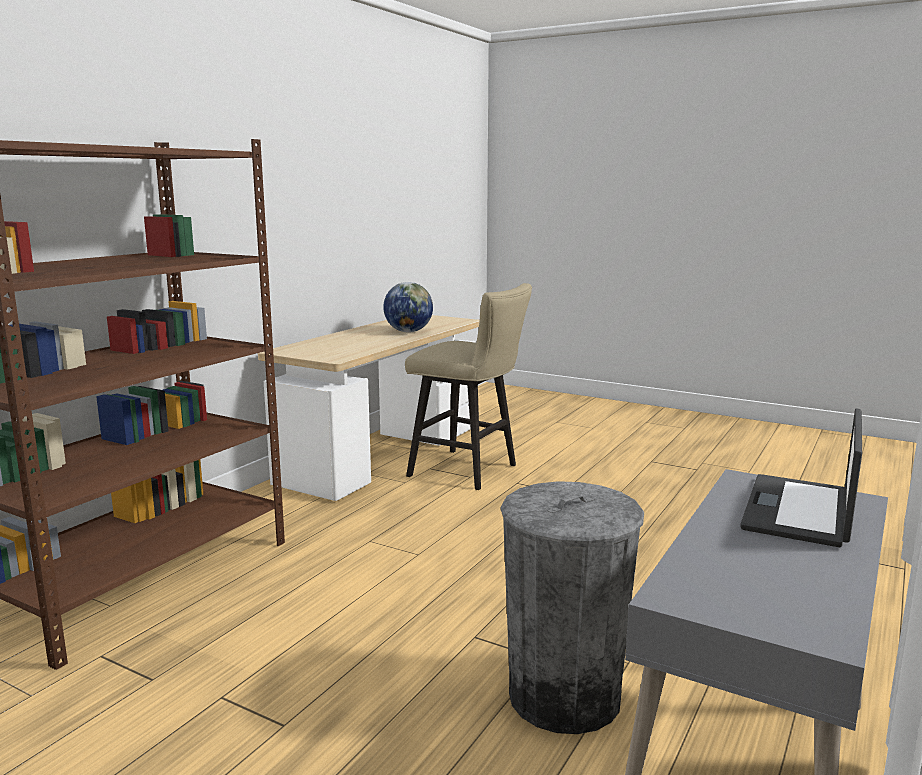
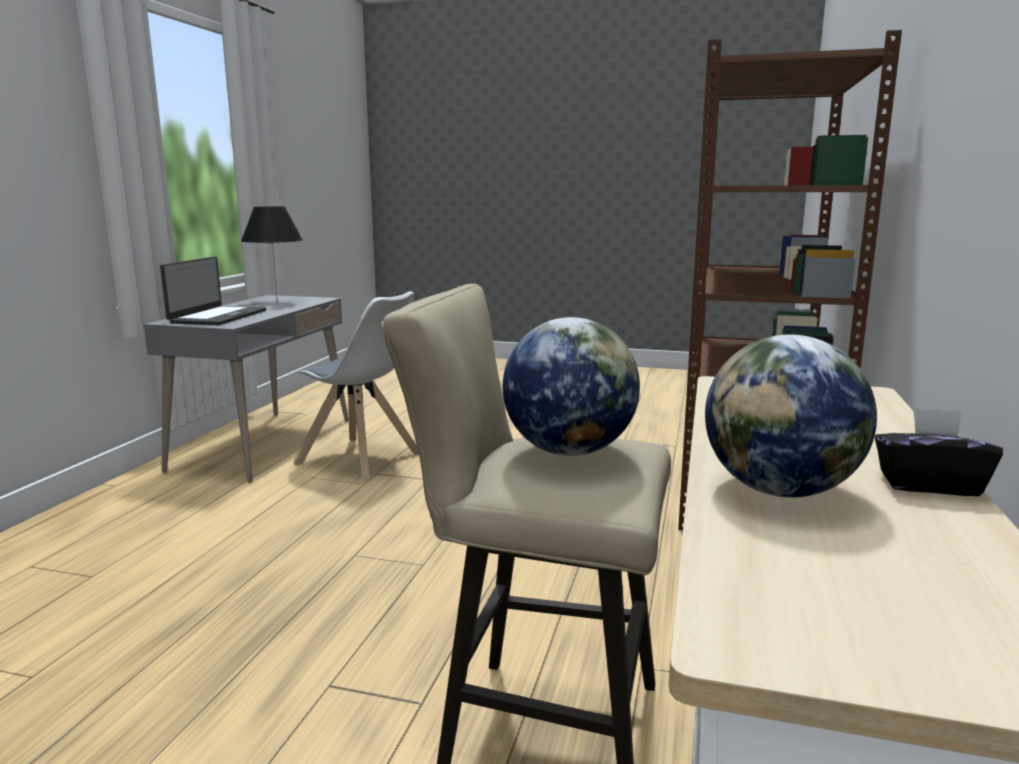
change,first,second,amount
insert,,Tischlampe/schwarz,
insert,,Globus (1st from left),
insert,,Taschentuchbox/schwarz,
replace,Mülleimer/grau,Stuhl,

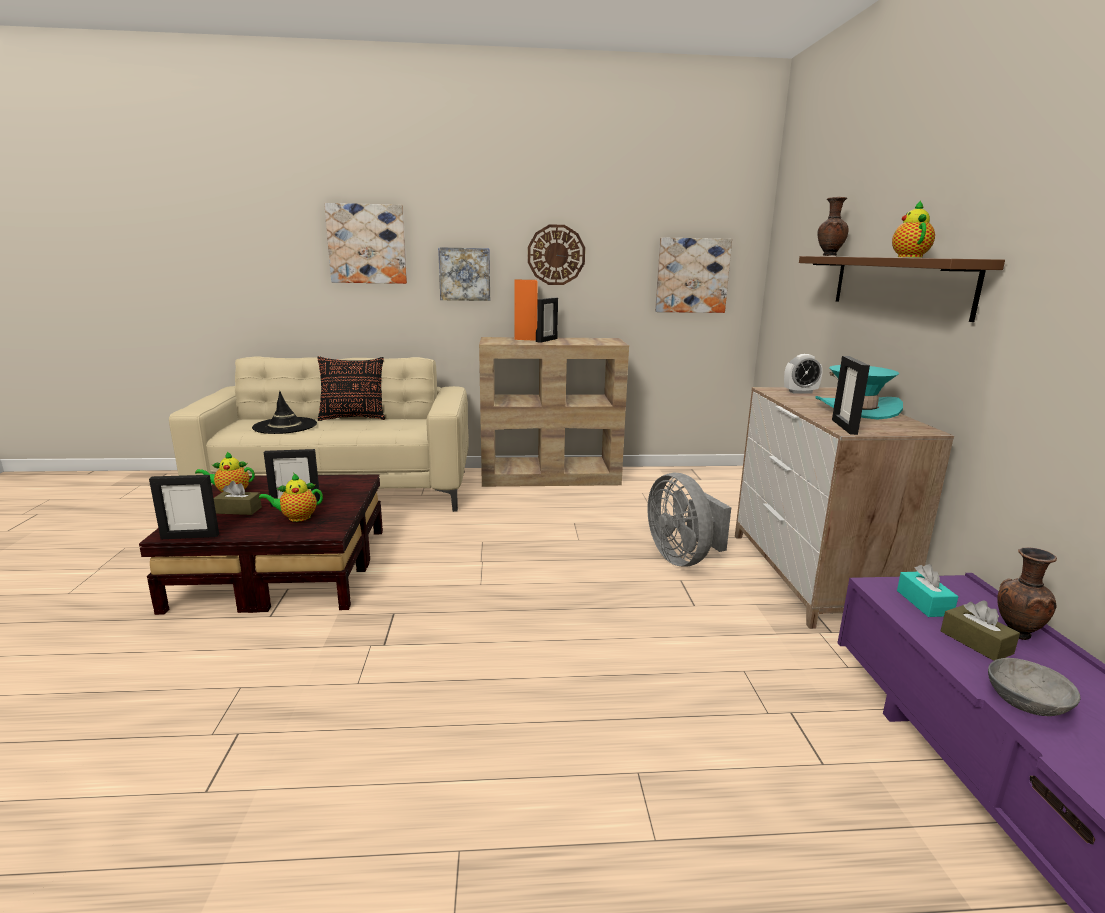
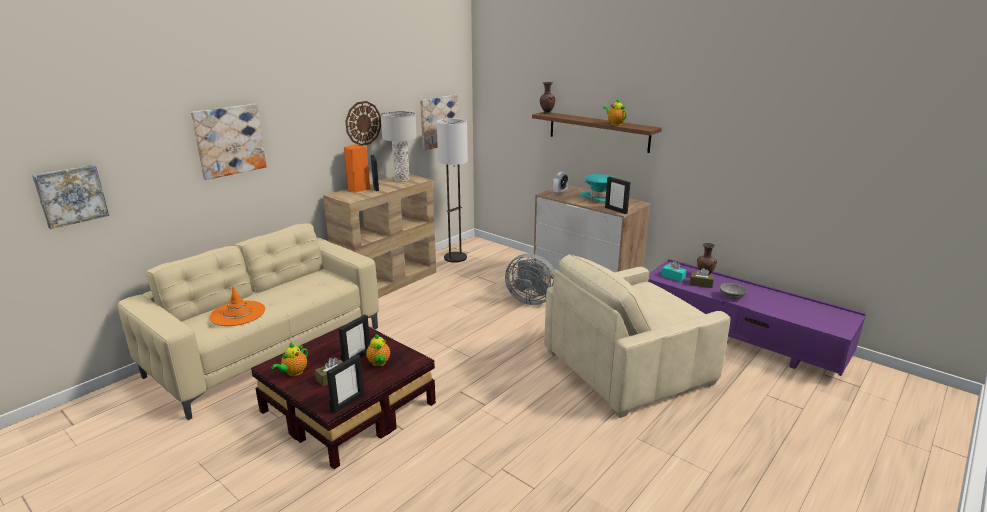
change,first,second,amount
delete,Kissen/schwarz,,
insert,,Tischlampe/weiß,
insert,,Stehlampe,
insert,,Sessel/beige,
move,Bild (2nd from left in the first image),Bild (1st from left),
recolor,Hut/schwarz,Hut/orange,
rotate,Teekanne (2nd from left),,45 degrees counterclockwise

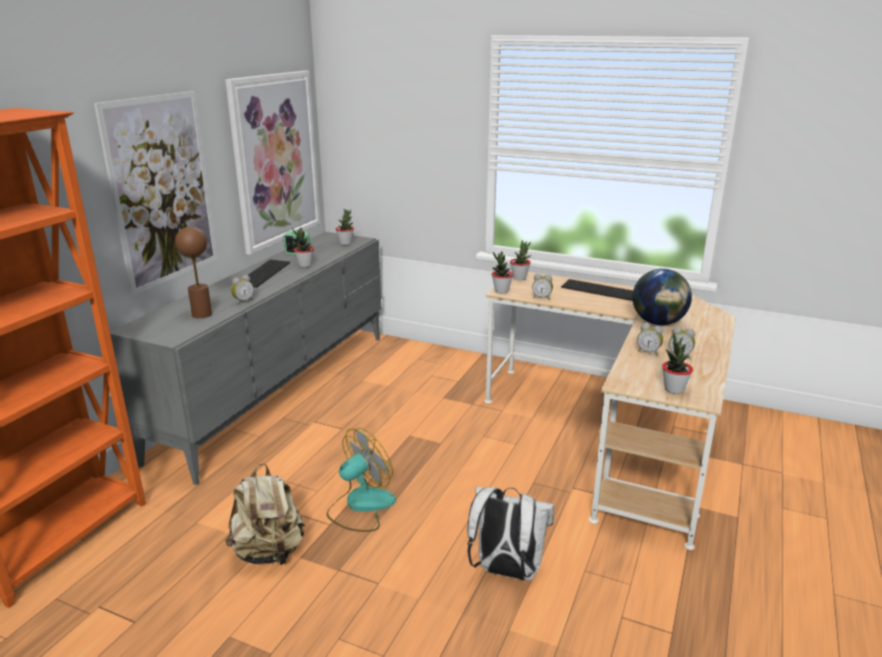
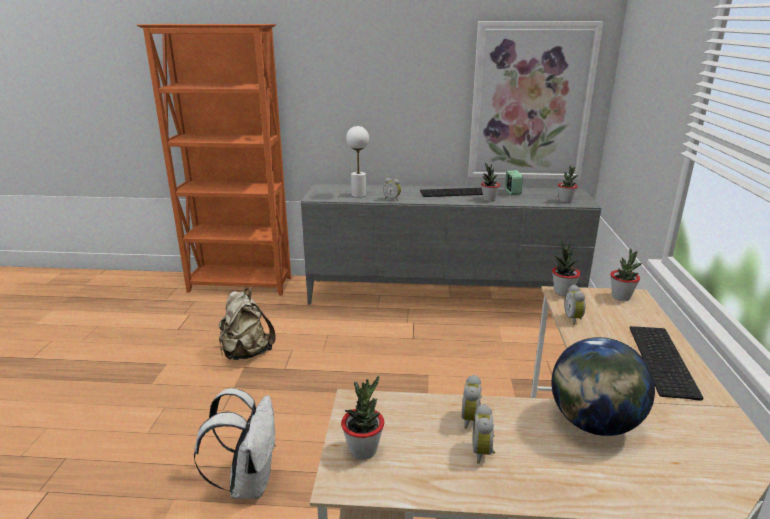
change,first,second,amount
delete,Bild (1st from left),,
delete,Ventilator,,
recolor,Tischlampe/braun,Tischlampe/weiß,

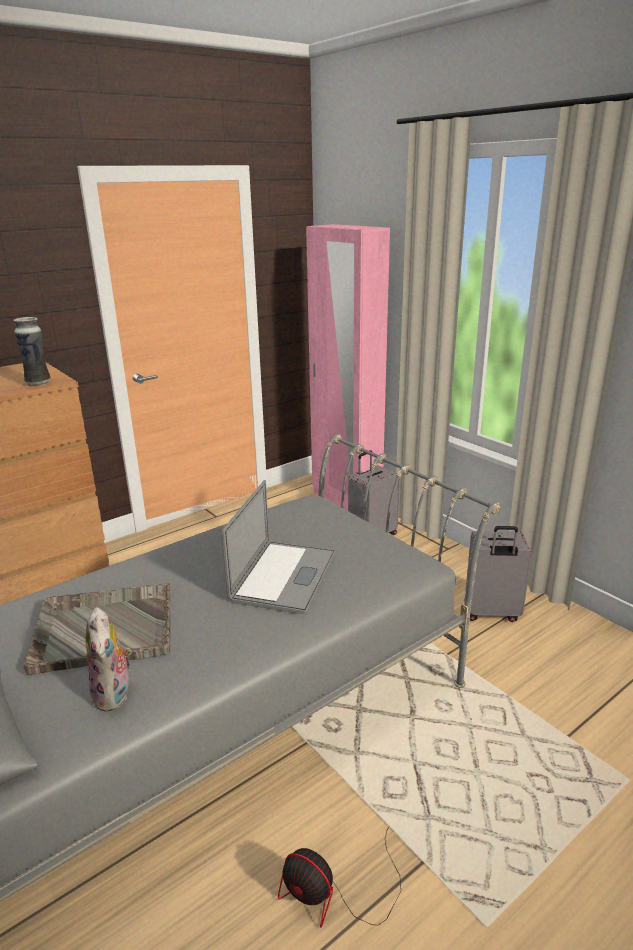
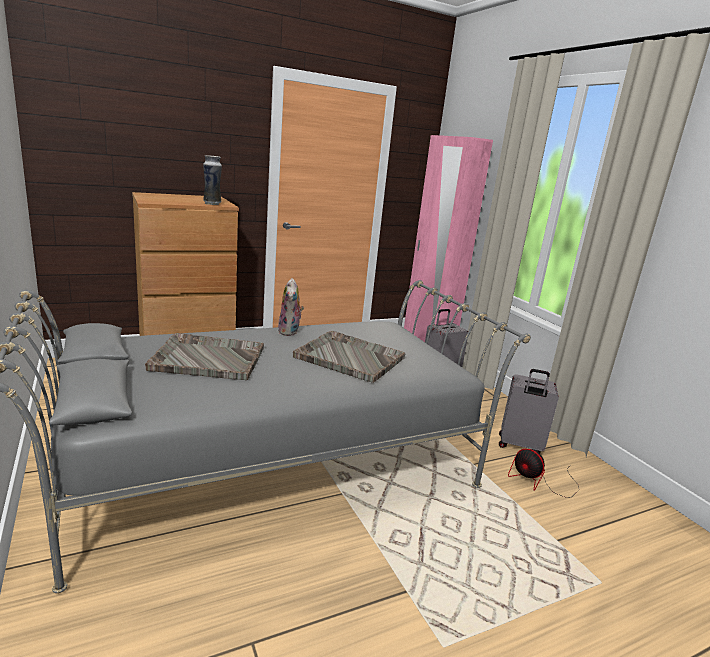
change,first,second,amount
move,Plüschtier,,
move,Ventilator,,
replace,Laptop,Tablett/grau (2nd from left),

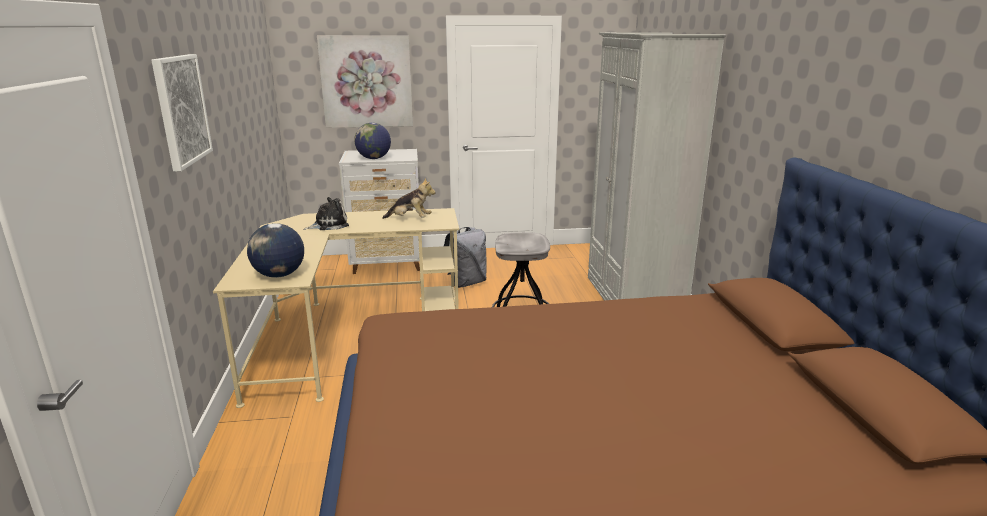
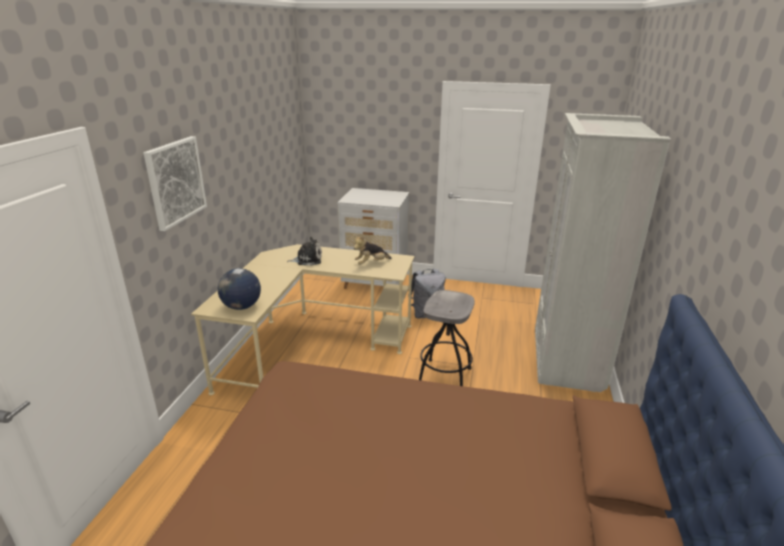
change,first,second,amount
delete,Bild (2nd from left),,
delete,Globus (2nd from left),,
rotate,Plüschtier (2nd from left),,120 degrees clockwise

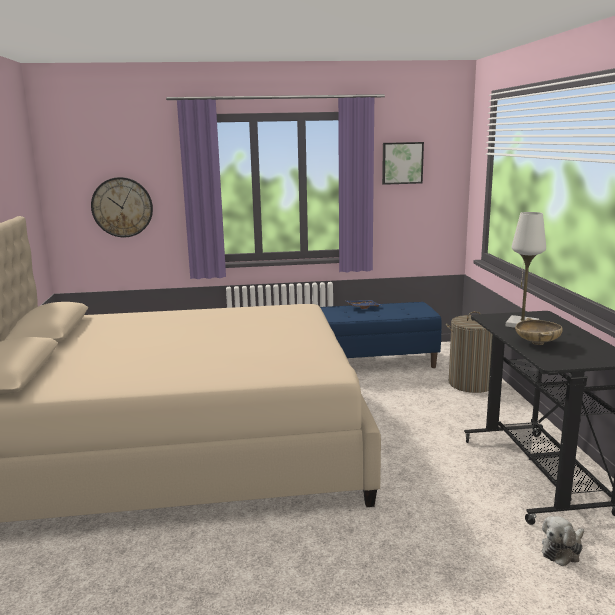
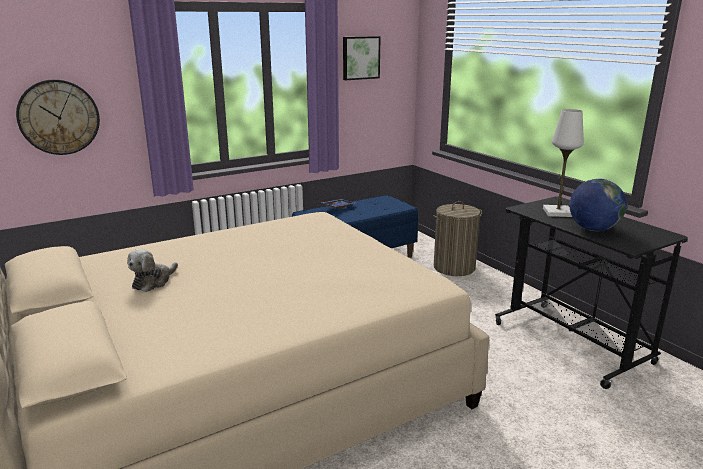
change,first,second,amount
move,Plüschtier,,
replace,Schüssel/beige,Globus,

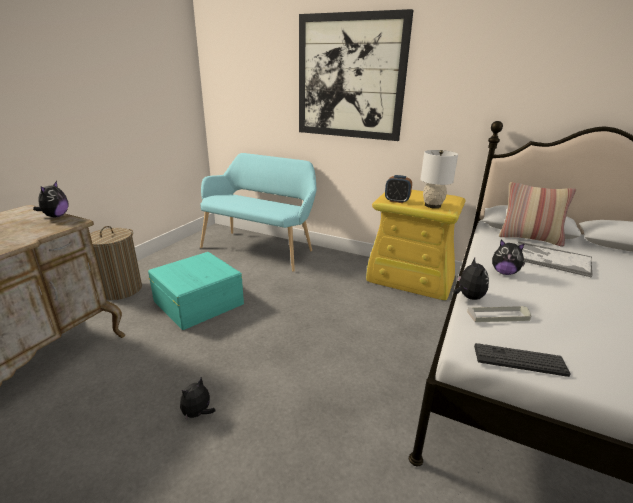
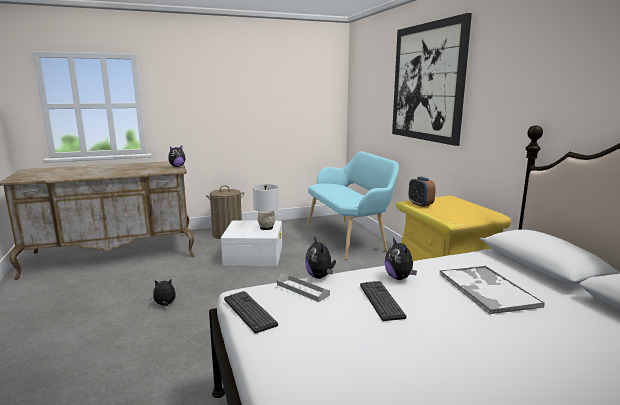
change,first,second,amount
delete,Kissen,,
insert,,Tastatur (2nd from left),
move,Tischlampe/weiß,,
recolor,Aufbewahrungsbox/türkis,Aufbewahrungsbox/weiß,
rotate,Plüschtier (3rd from left),,120 degrees clockwise

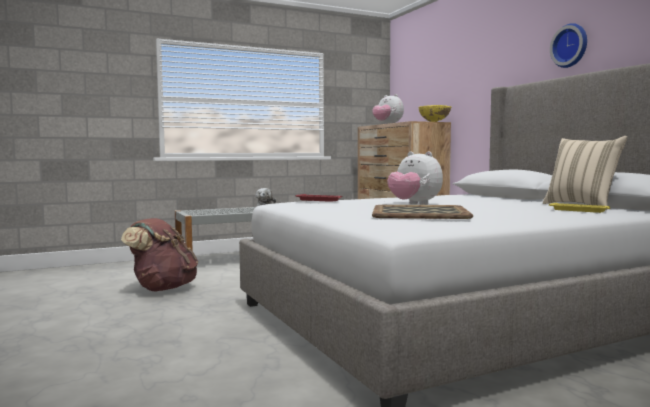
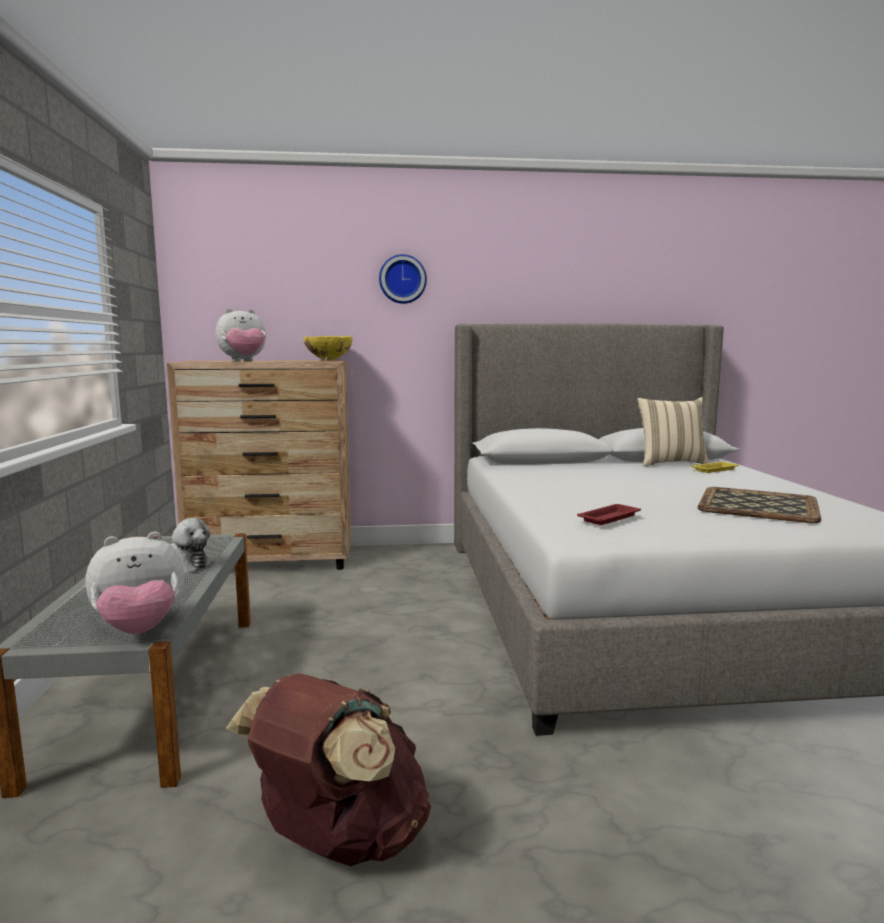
change,first,second,amount
move,Plüschtier (3rd from left in the first image),Plüschtier (1st from left),
move,Wanduhr,,

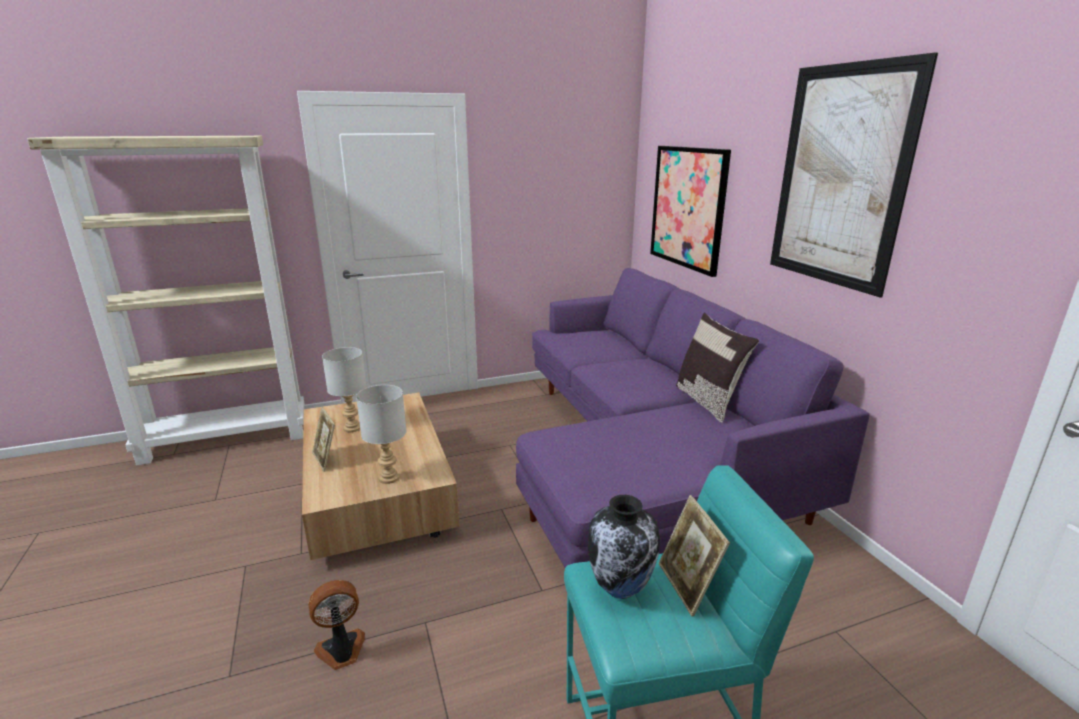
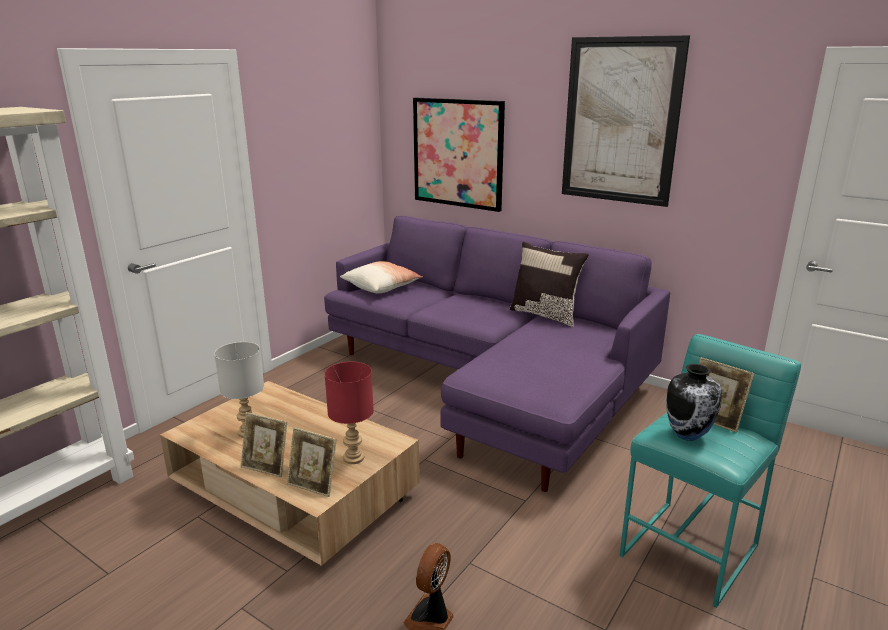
change,first,second,amount
insert,,Bilderrahmen (2nd from left),
insert,,Kissen (1st from left),
recolor,Tischlampe/grau (2nd from left),Tischlampe/rot,

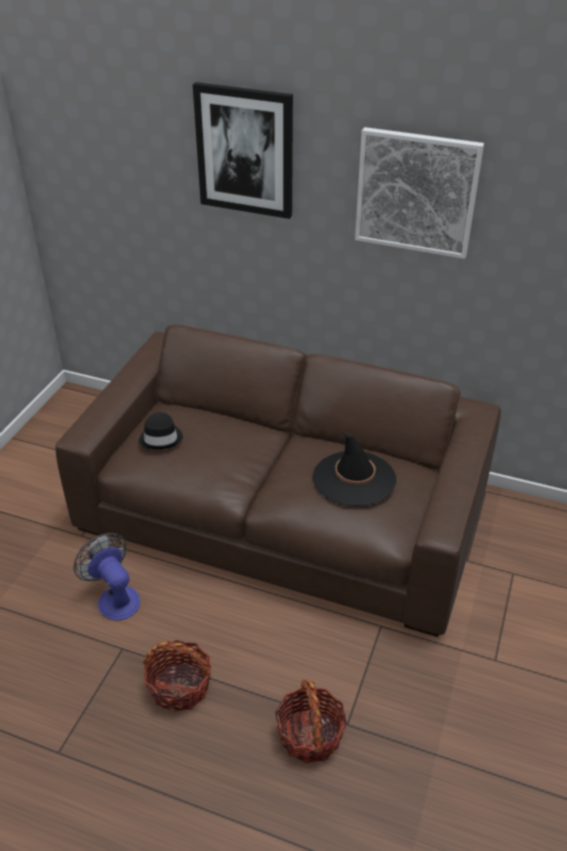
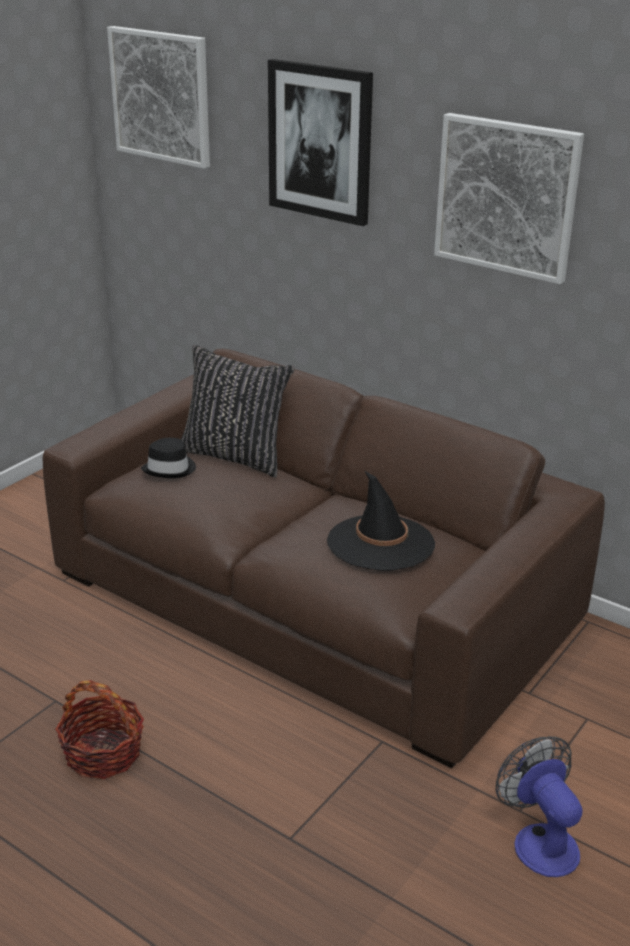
change,first,second,amount
delete,Korb (2nd from left),,
insert,,Bild (1st from left),
insert,,Kissen/schwarz,
move,Ventilator,,

